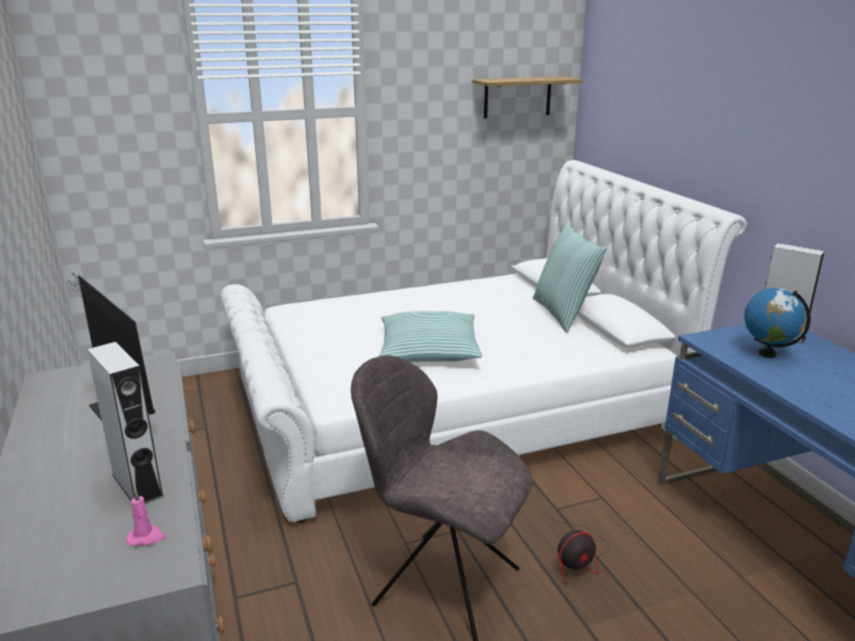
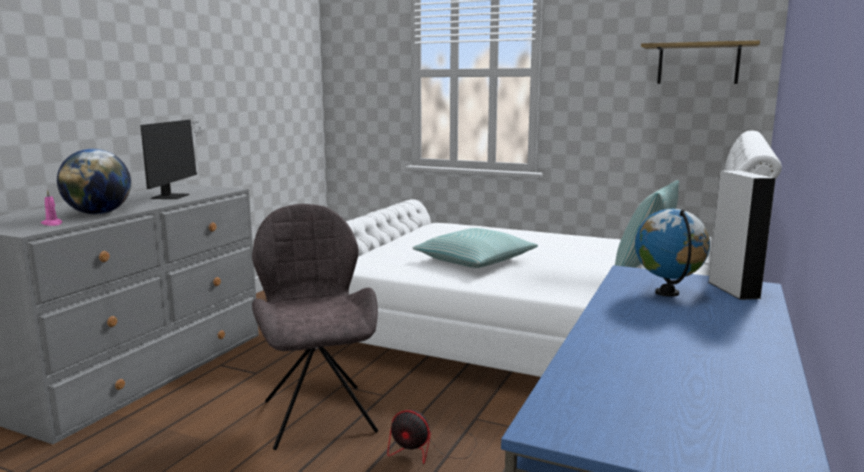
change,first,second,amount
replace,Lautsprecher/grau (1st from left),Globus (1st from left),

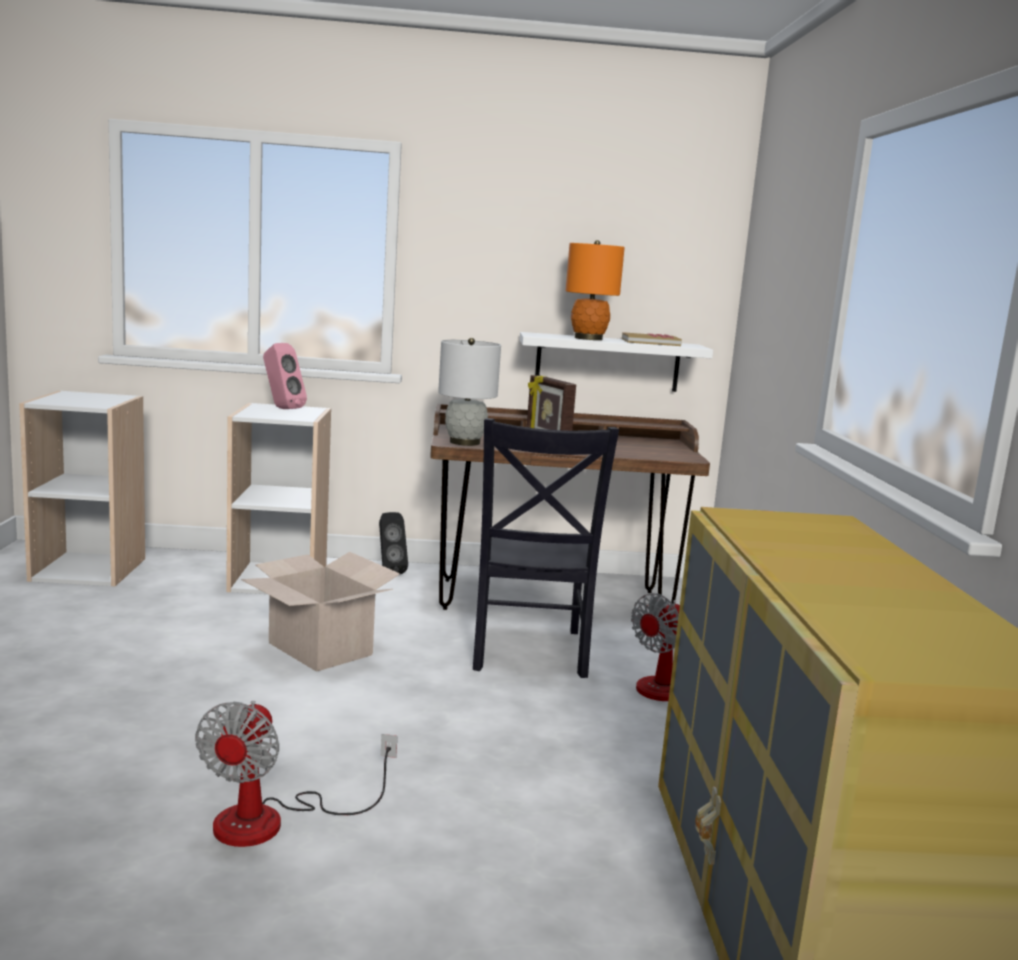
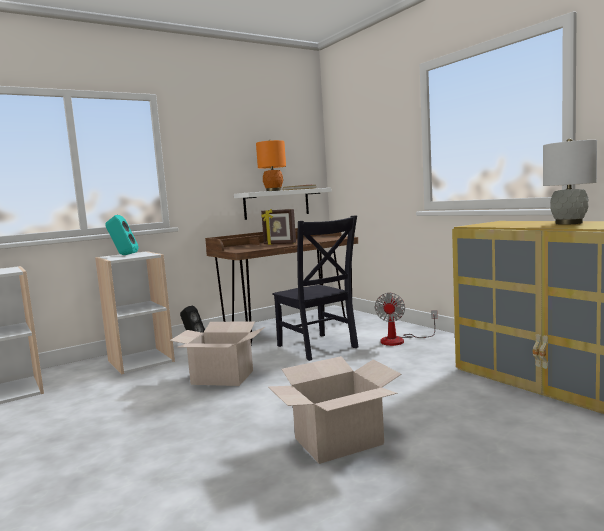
change,first,second,amount
move,Tischlampe/weiß,,
replace,Ventilator (1st from left),Karton (2nd from left),
recolor,Lautsprecher/rosa,Lautsprecher/türkis,

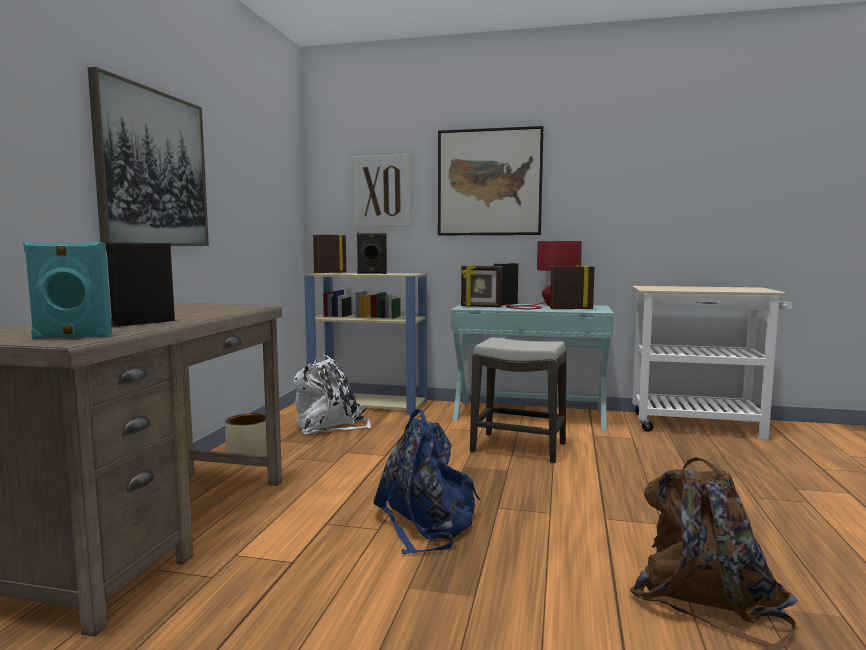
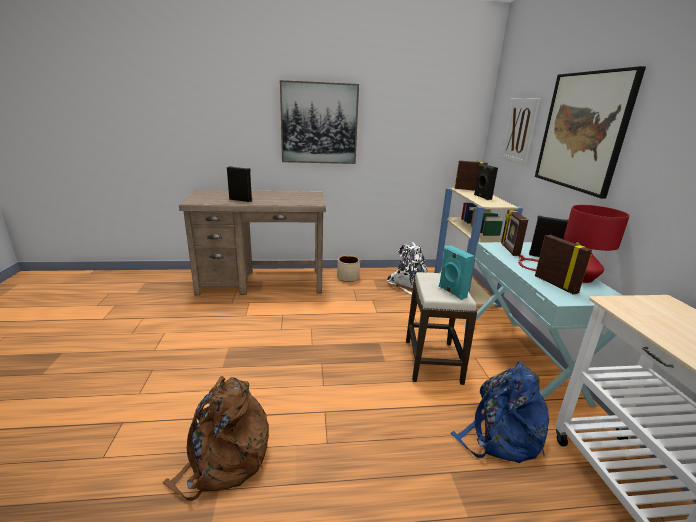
change,first,second,amount
move,Lautsprecher/türkis,,
move,Rucksack/blau,,

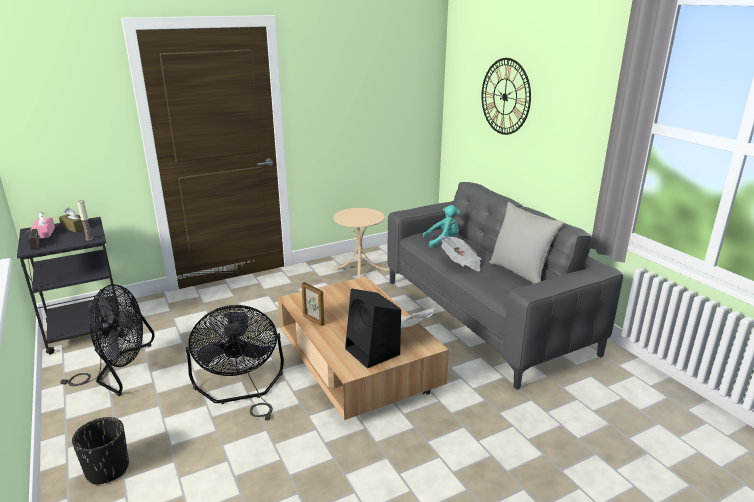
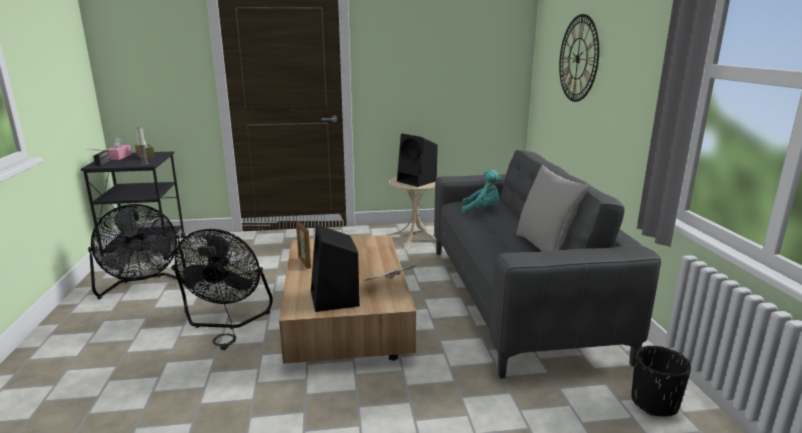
change,first,second,amount
delete,Zeitung (2nd from left),,
insert,,Lautsprecher/schwarz (2nd from left),
move,Pflanzkübel/schwarz,,
rotate,Ventilator/schwarz (1st from left),,45 degrees clockwise

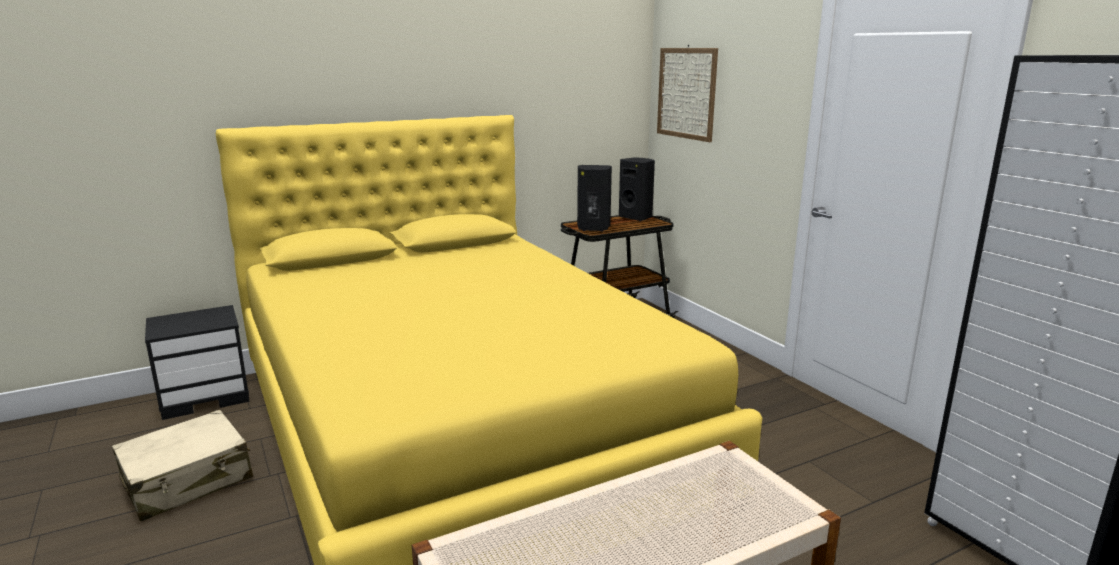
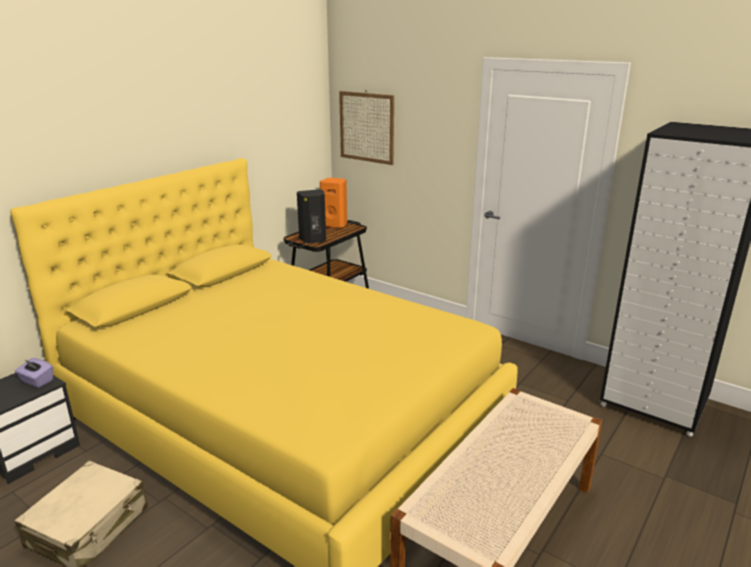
change,first,second,amount
insert,,Taschentuchbox/lila,
recolor,Lautsprecher/schwarz (2nd from left),Lautsprecher/orange,

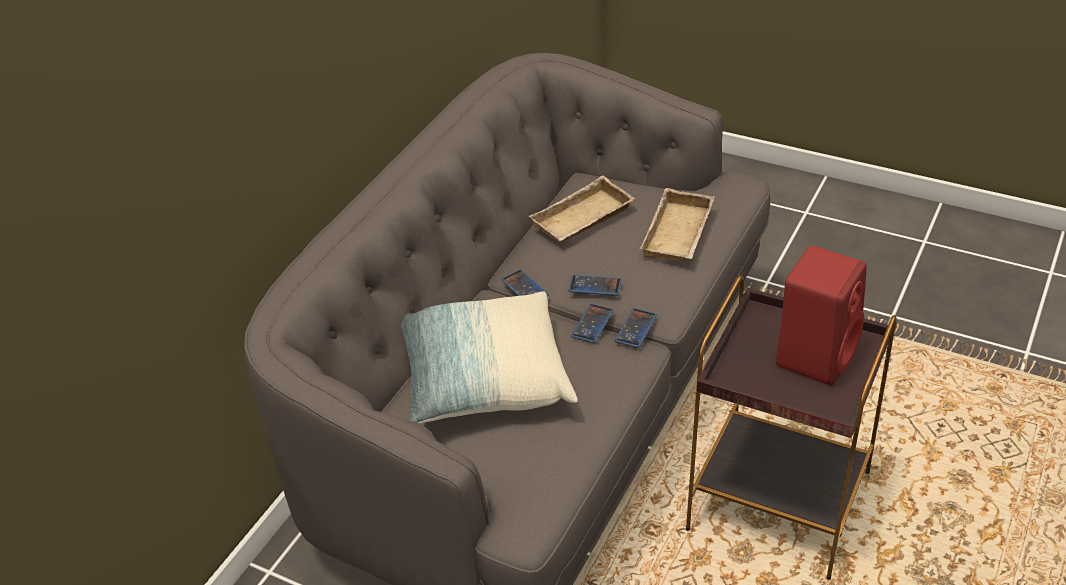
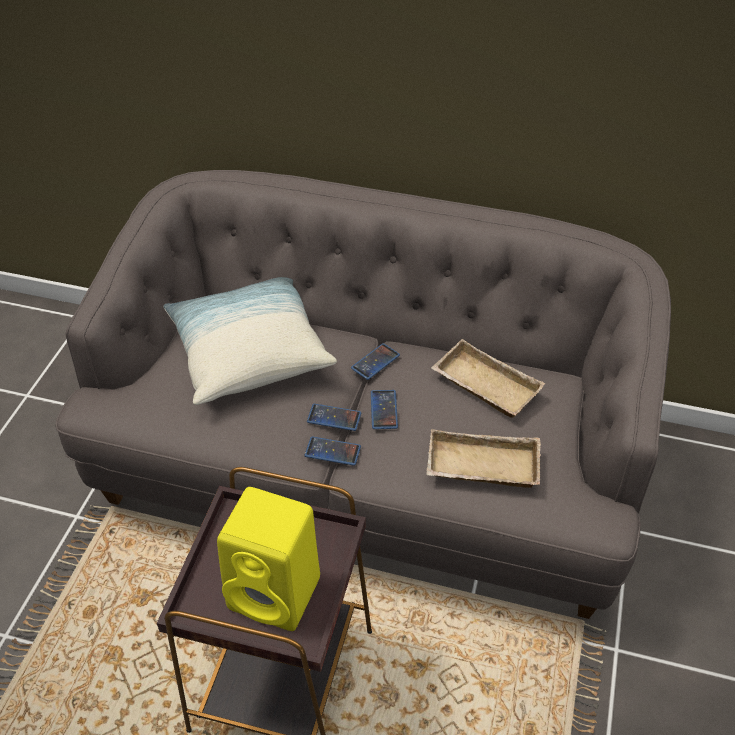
change,first,second,amount
recolor,Lautsprecher/rot,Lautsprecher/gelb,

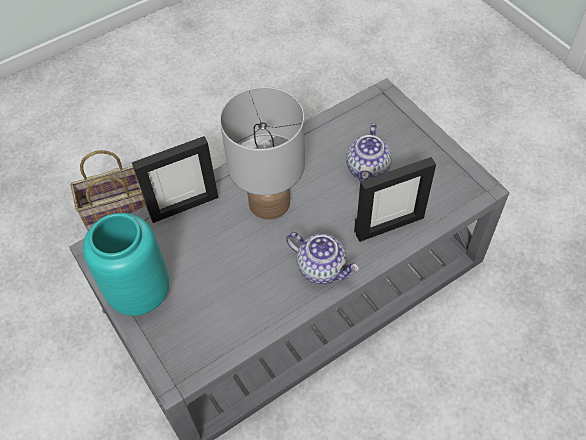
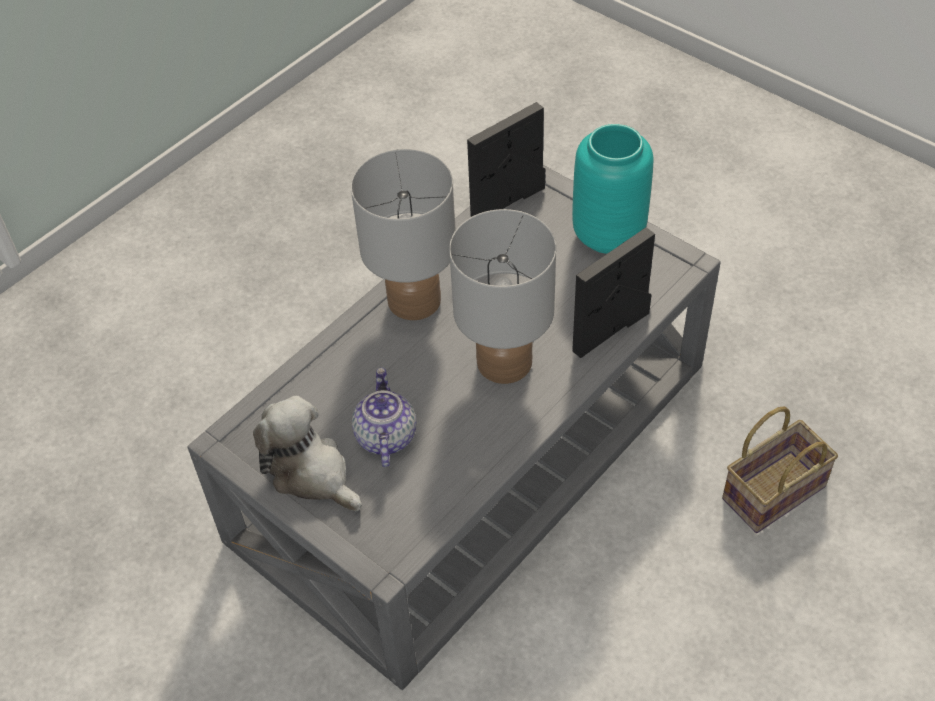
change,first,second,amount
insert,,Plüschtier,
move,Bilderrahmen (2nd from left in the first image),Bilderrahmen (1st from left),
replace,Teekanne (1st from left),Tischlampe/grau (1st from left),

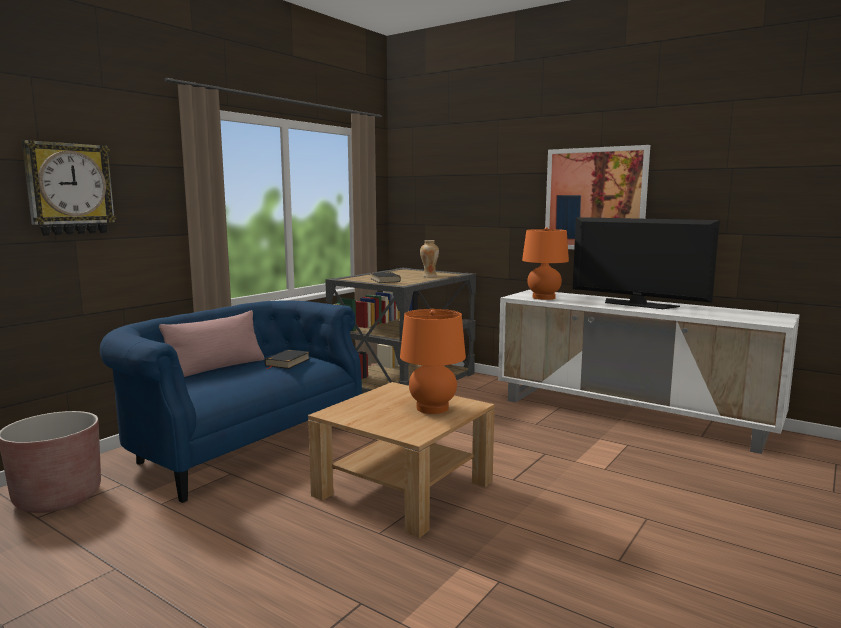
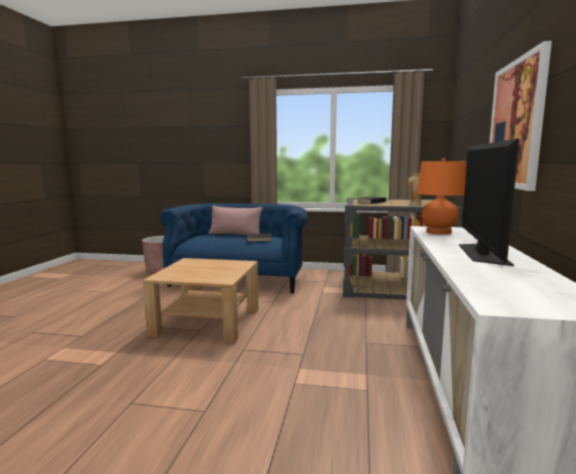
change,first,second,amount
delete,Wanduhr,,
delete,Tischlampe/orange (1st from left),,

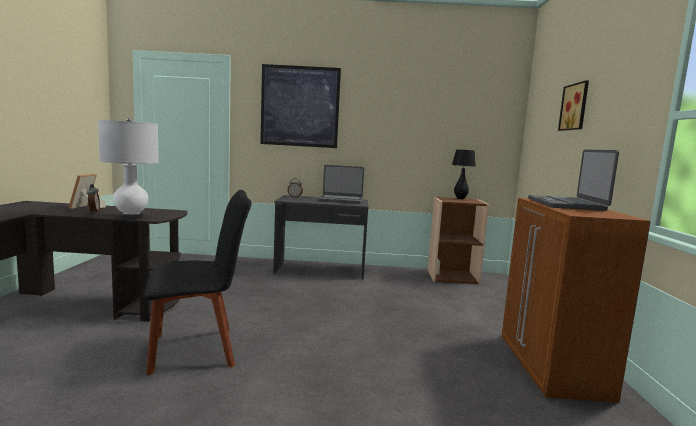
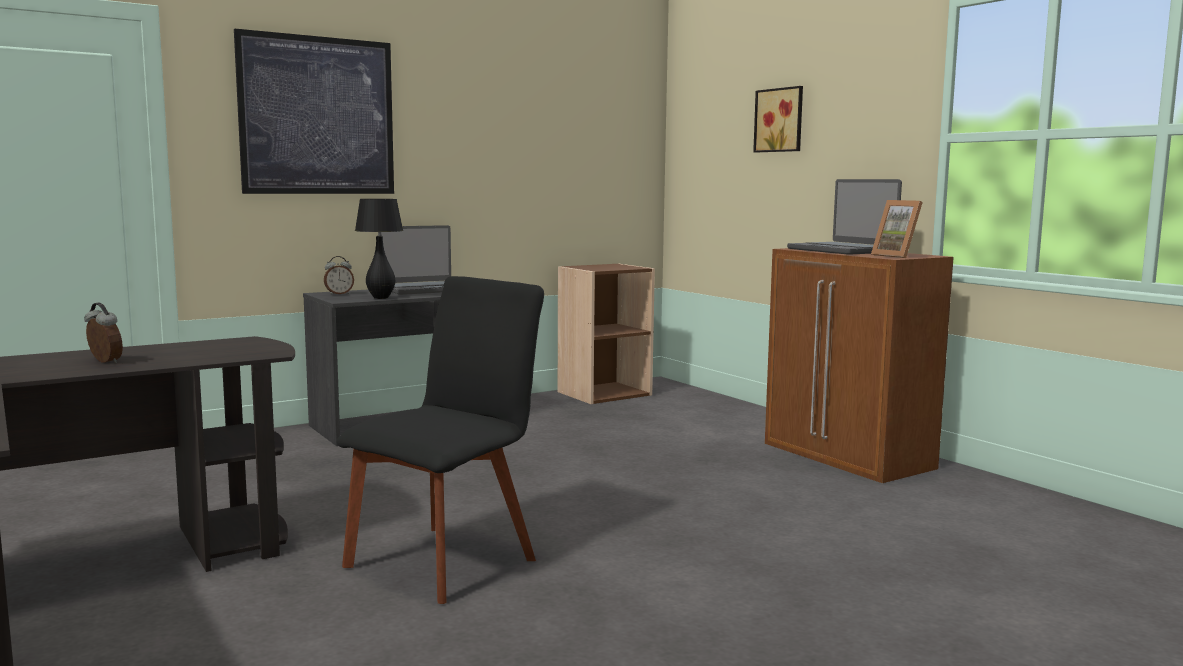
change,first,second,amount
delete,Tischlampe/weiß,,
move,Bilderrahmen,,
move,Tischlampe/schwarz,,

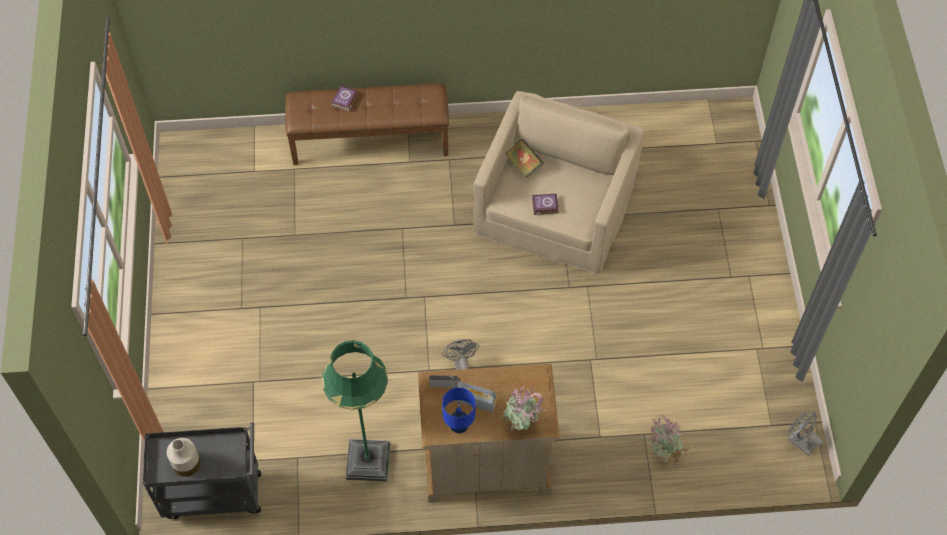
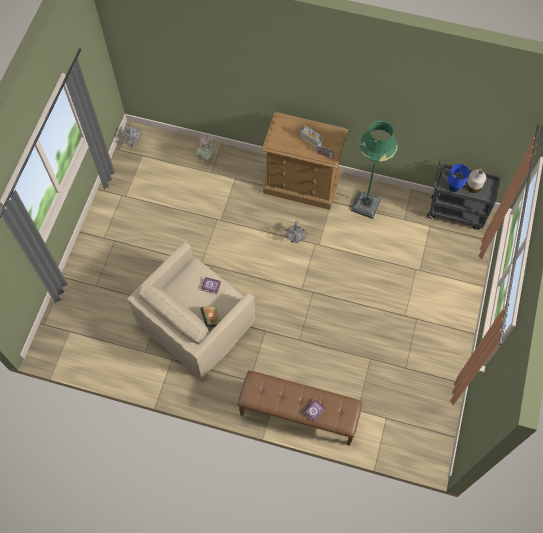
change,first,second,amount
delete,Topfpflanze (1st from left),,
move,Tischlampe/blau,,

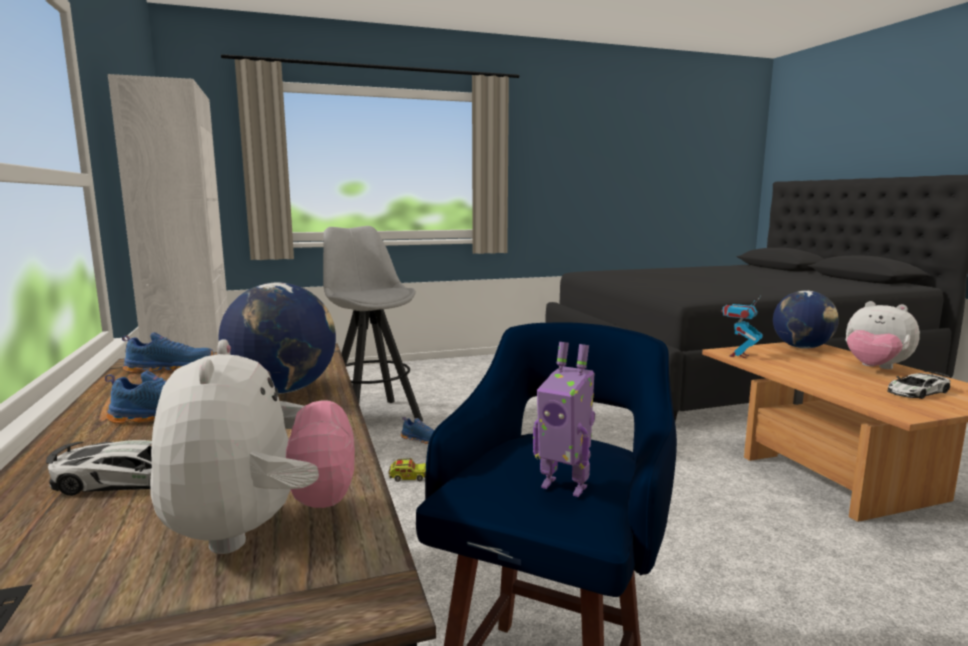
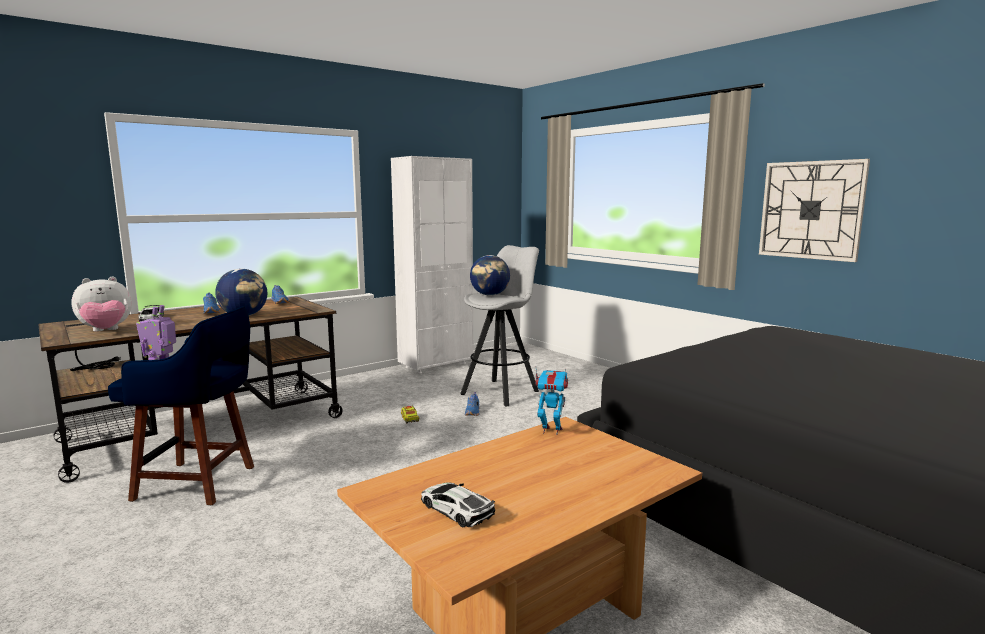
change,first,second,amount
delete,Plüschtier (2nd from left),,
insert,,Wanduhr,
move,Globus (2nd from left),,

